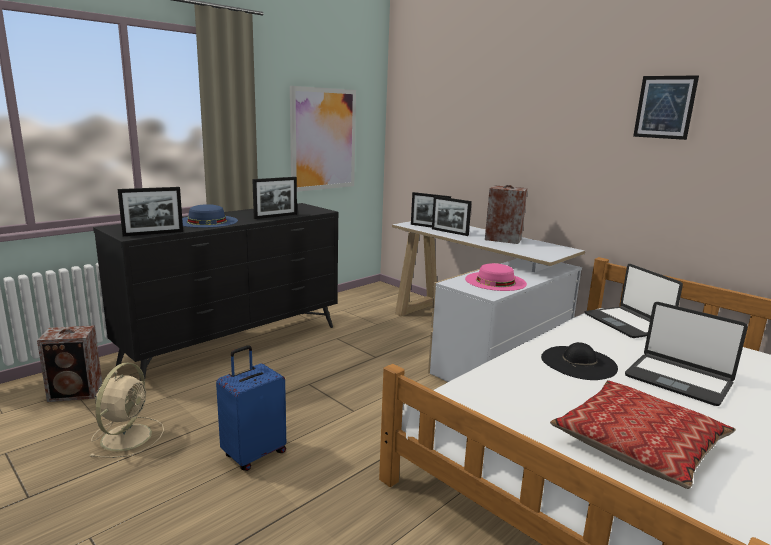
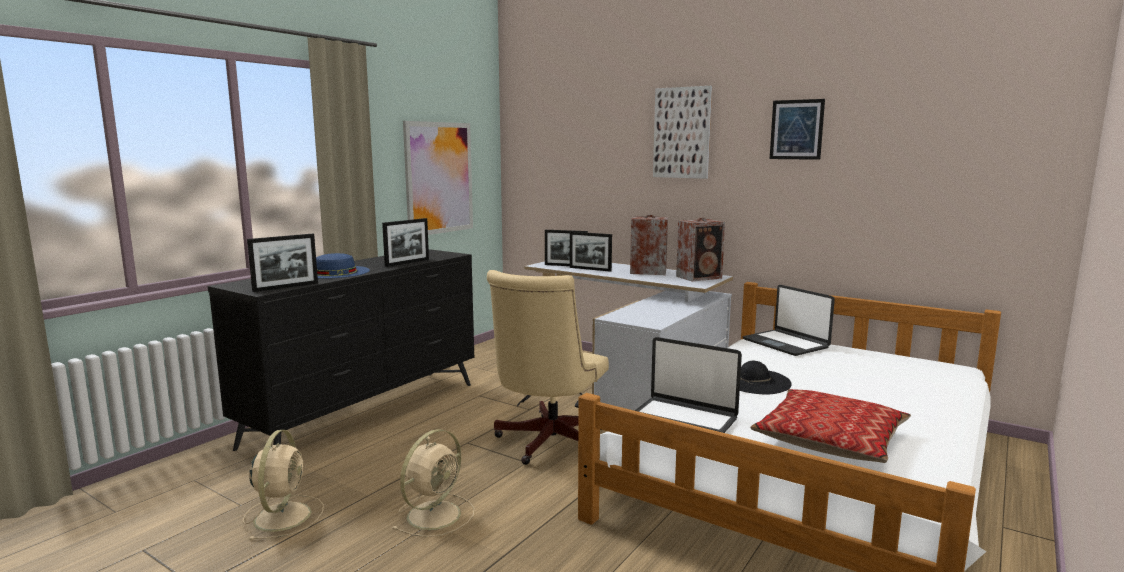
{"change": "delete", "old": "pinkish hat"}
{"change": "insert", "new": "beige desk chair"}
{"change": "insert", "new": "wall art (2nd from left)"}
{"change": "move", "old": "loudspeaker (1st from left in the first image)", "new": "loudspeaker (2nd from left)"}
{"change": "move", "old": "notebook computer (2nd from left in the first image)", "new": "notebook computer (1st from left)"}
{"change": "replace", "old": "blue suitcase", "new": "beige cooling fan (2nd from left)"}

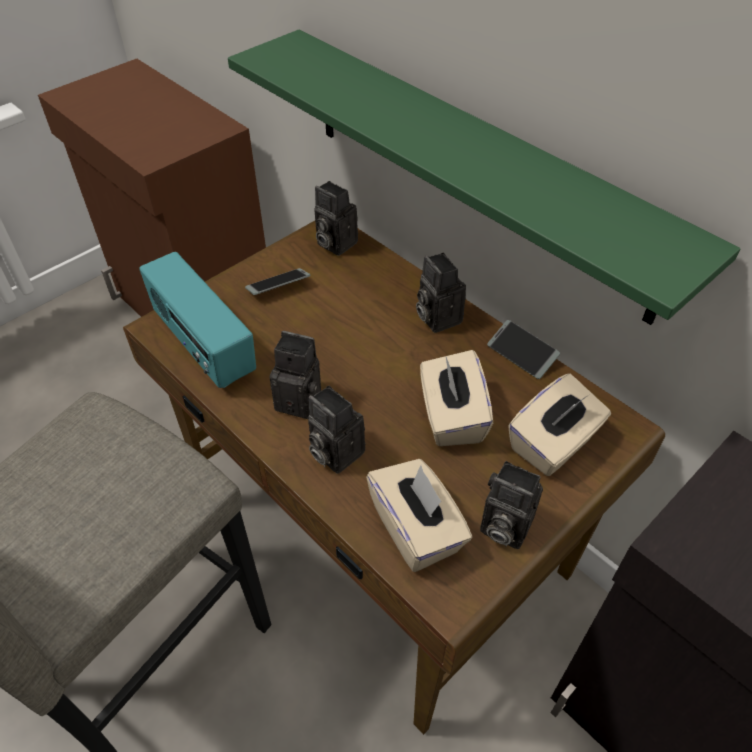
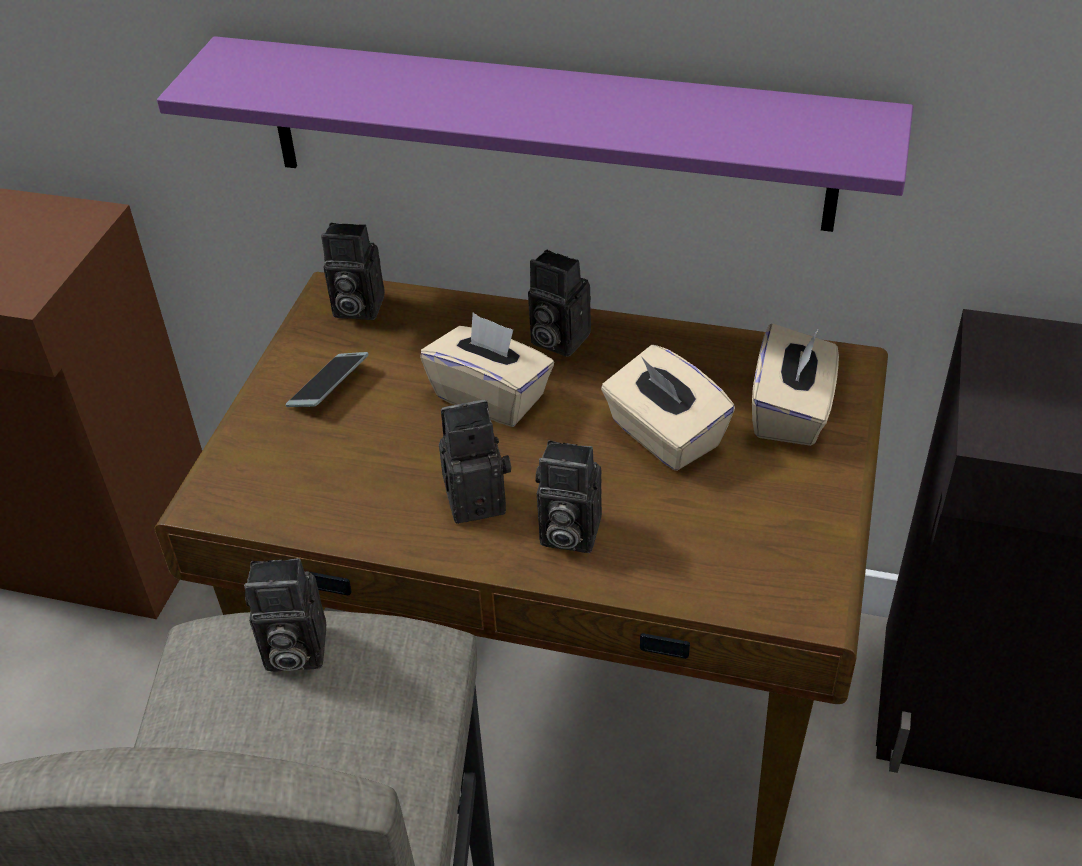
{"change": "delete", "old": "radio set"}
{"change": "delete", "old": "handset (2nd from left)"}
{"change": "move", "old": "beige box of tissues (1st from left)"}
{"change": "move", "old": "photo camera (5th from left in the first image)", "new": "photo camera (1st from left)"}
{"change": "recolor", "old": "green wall shelf", "new": "purple-coloured wall shelf"}

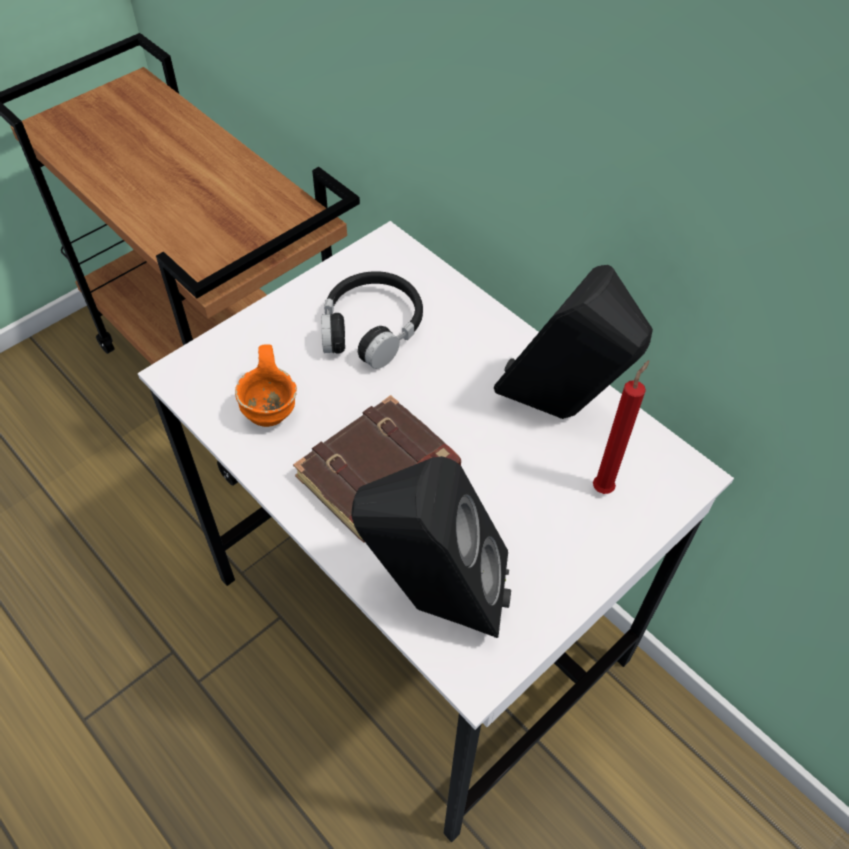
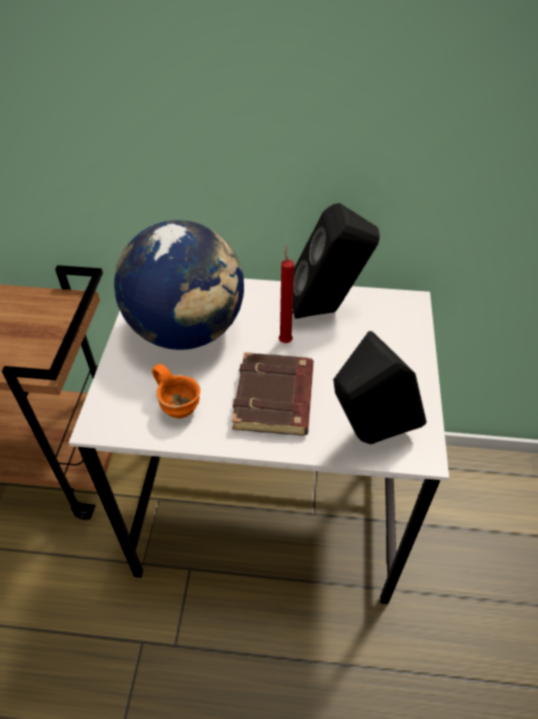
{"change": "move", "old": "reddish candle"}
{"change": "replace", "old": "black-coloured headset", "new": "globe"}

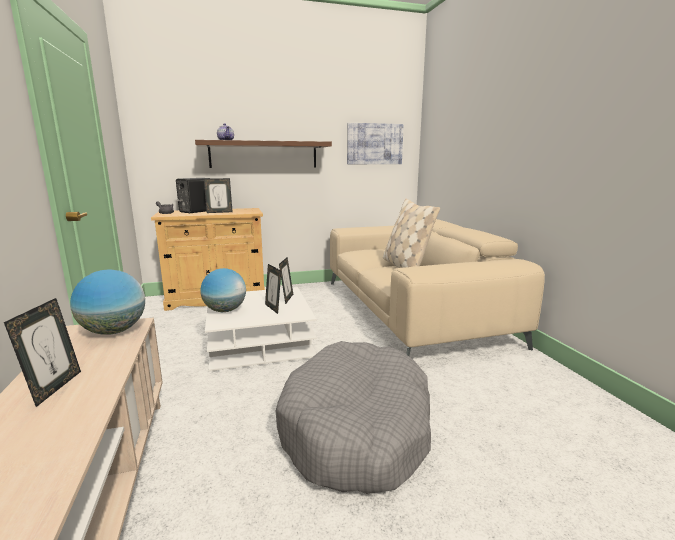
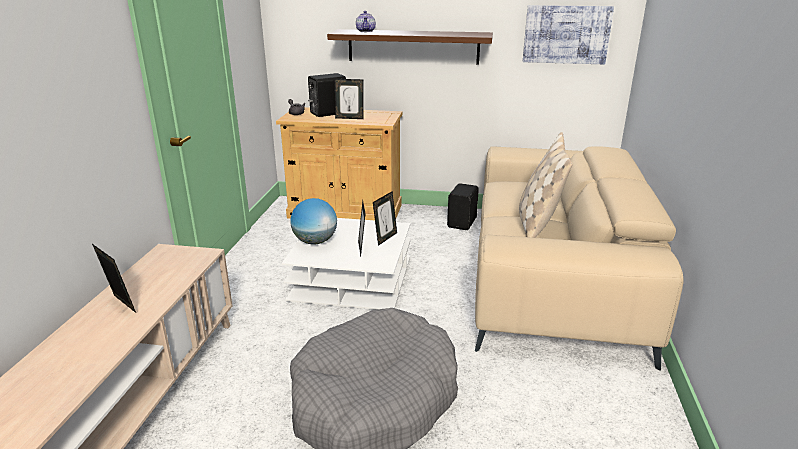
{"change": "delete", "old": "globe (1st from left)"}
{"change": "insert", "new": "black-coloured loudspeaker (2nd from left)"}
{"change": "rotate", "old": "standing frame (1st from left)", "degrees": -75}

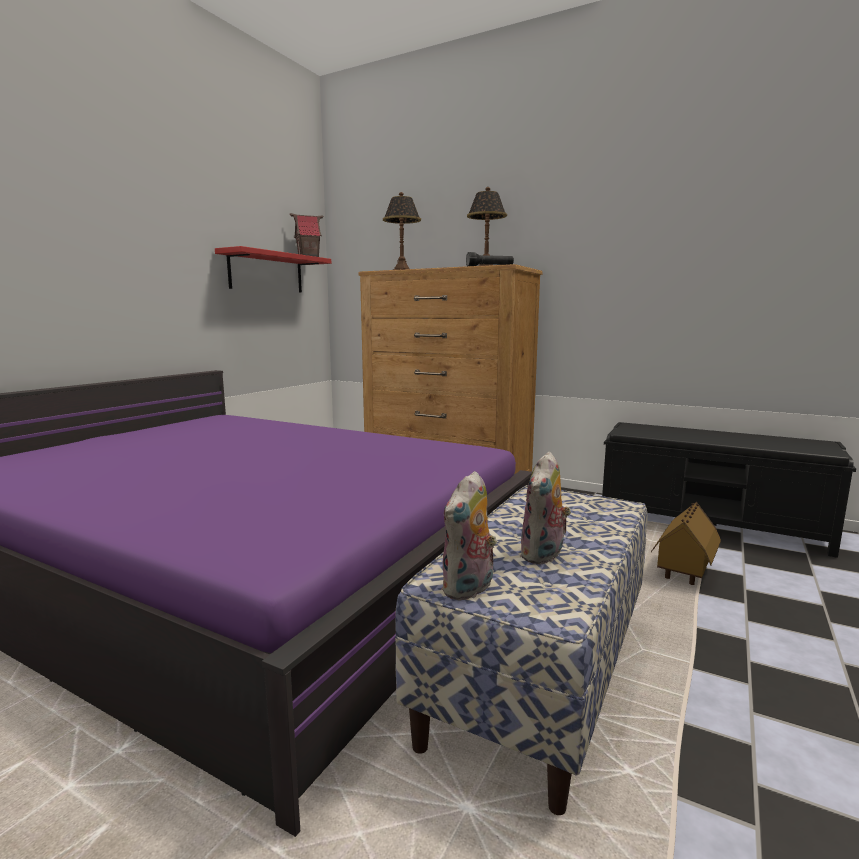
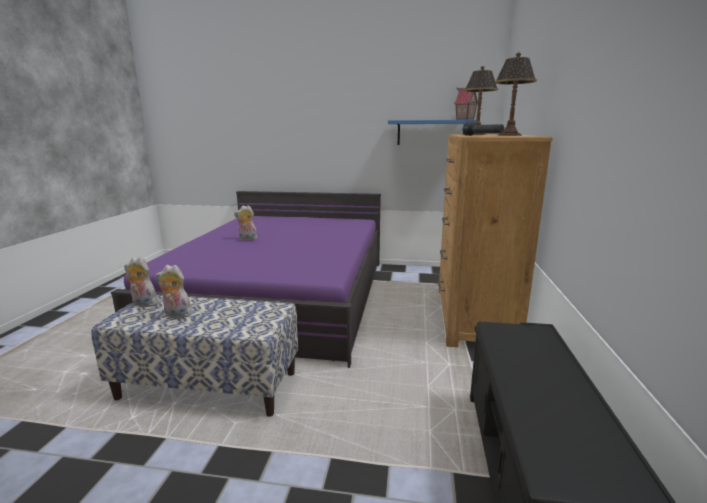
{"change": "delete", "old": "toy house (2nd from left)"}
{"change": "insert", "new": "cuddly toy (3rd from left)"}
{"change": "recolor", "old": "reddish wall shelf", "new": "blue wall shelf"}

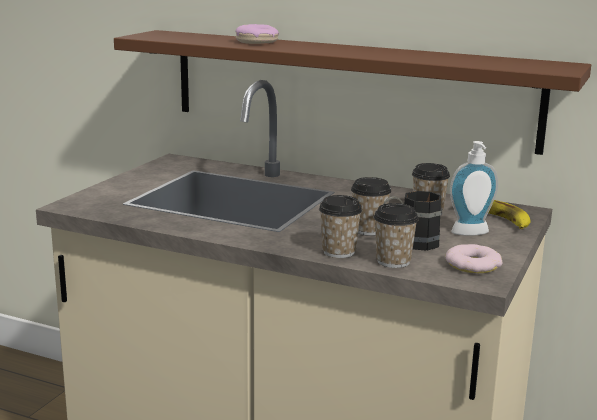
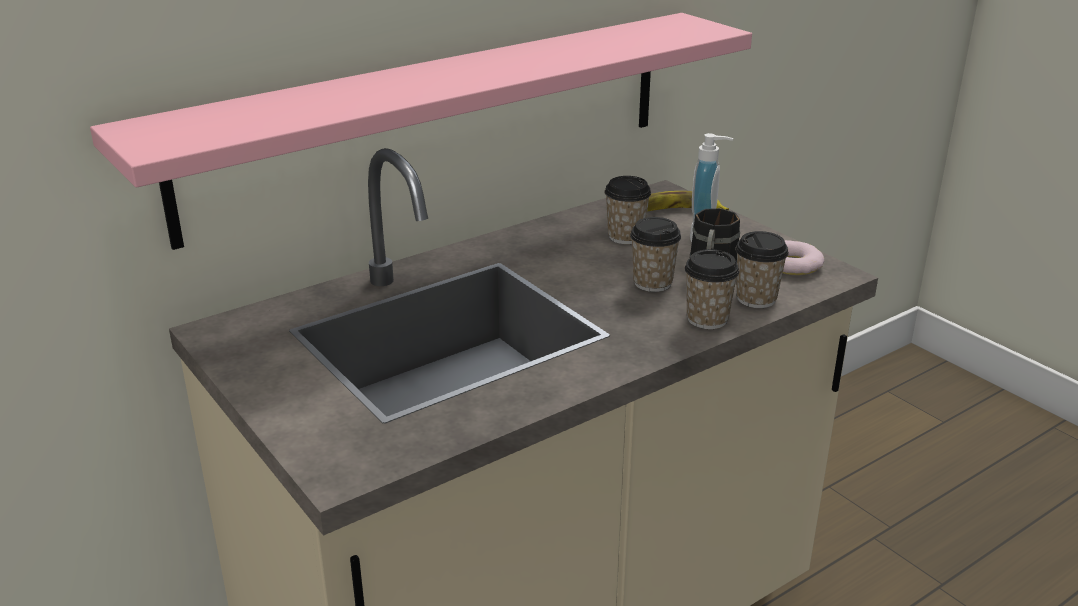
{"change": "delete", "old": "ring doughnut (1st from left)"}
{"change": "recolor", "old": "brown-coloured wall shelf", "new": "pinkish wall shelf"}

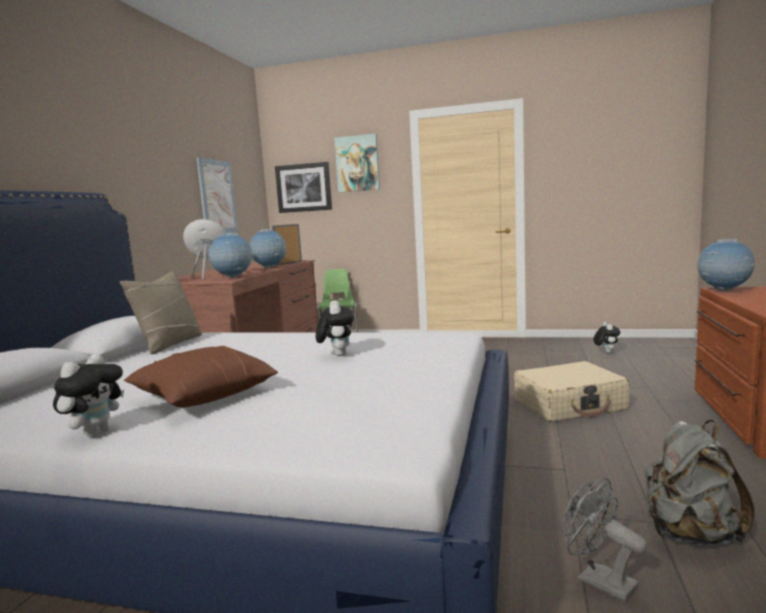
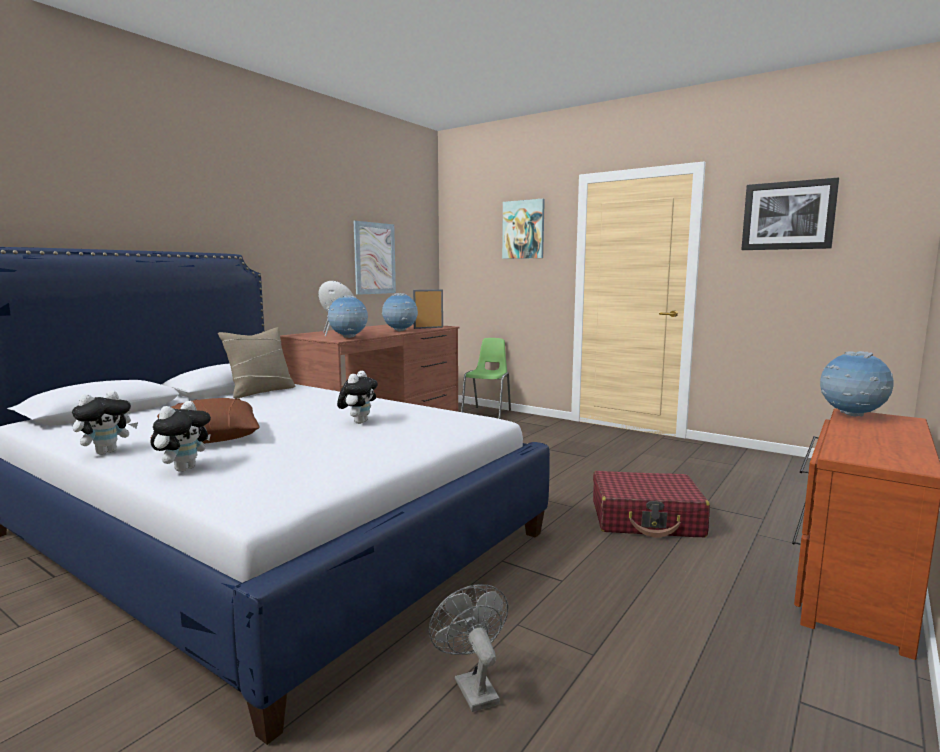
{"change": "delete", "old": "greyish rucksack"}
{"change": "move", "old": "wall art (2nd from left in the first image)", "new": "wall art (3rd from left)"}
{"change": "move", "old": "cuddly toy (3rd from left in the first image)", "new": "cuddly toy (2nd from left)"}
{"change": "recolor", "old": "beige suitcase", "new": "reddish suitcase"}

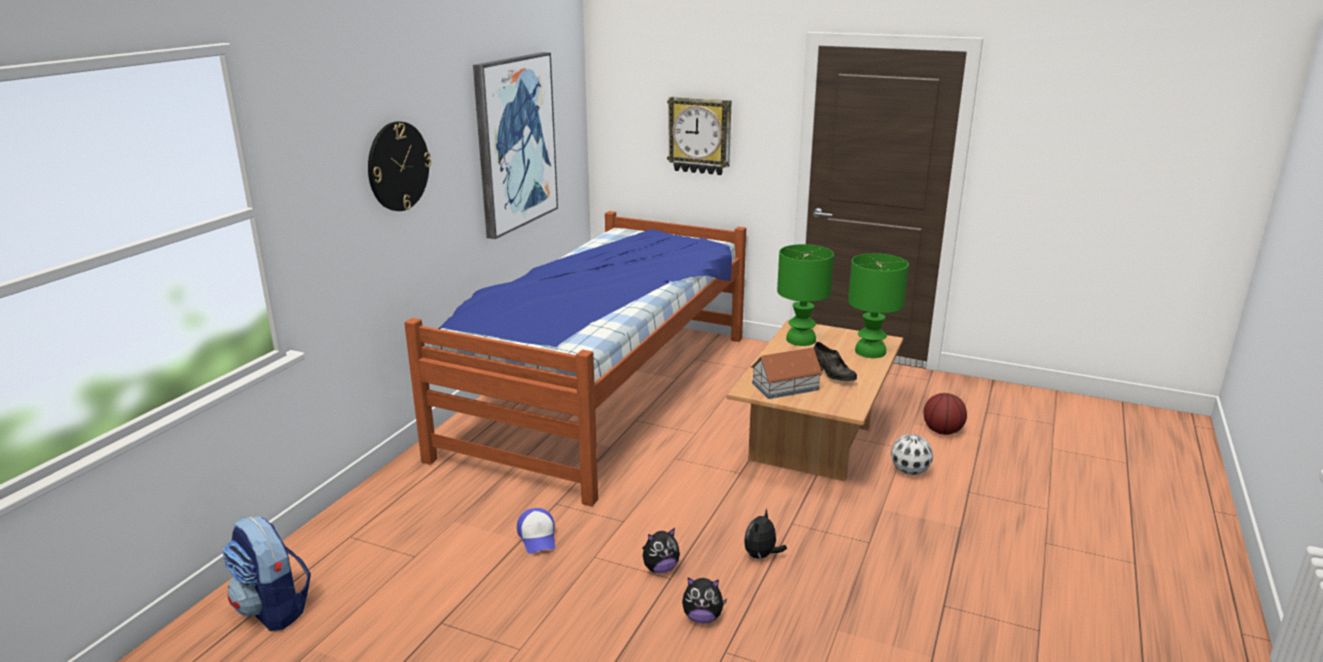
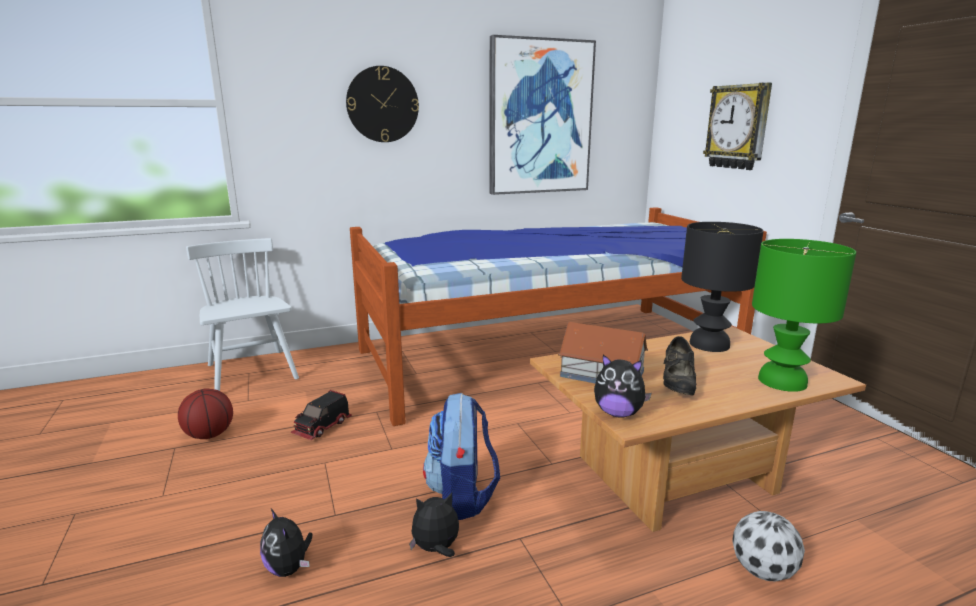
{"change": "insert", "new": "white-coloured chair"}
{"change": "move", "old": "rucksack"}
{"change": "move", "old": "cuddly toy (1st from left in the first image)", "new": "cuddly toy (3rd from left)"}
{"change": "move", "old": "ball for basketball"}
{"change": "replace", "old": "peaked cap", "new": "toy lorry"}
{"change": "recolor", "old": "green tabletop lamp (1st from left)", "new": "black-coloured tabletop lamp"}

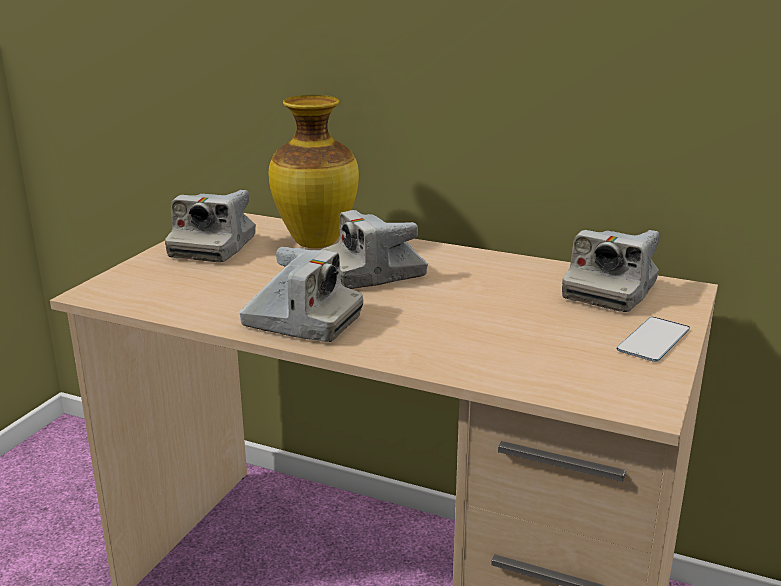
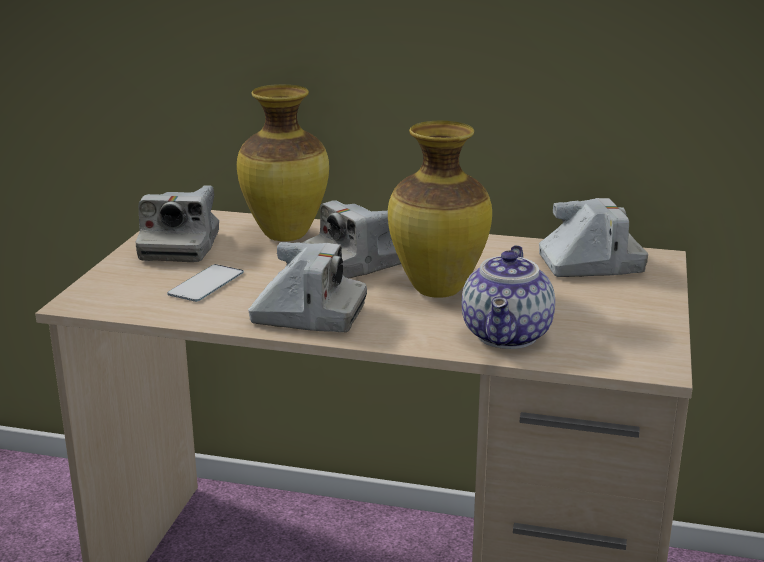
{"change": "insert", "new": "flower vase (2nd from left)"}
{"change": "insert", "new": "tea pot"}
{"change": "move", "old": "handset"}
{"change": "rotate", "old": "photo camera (4th from left)", "degrees": -120}

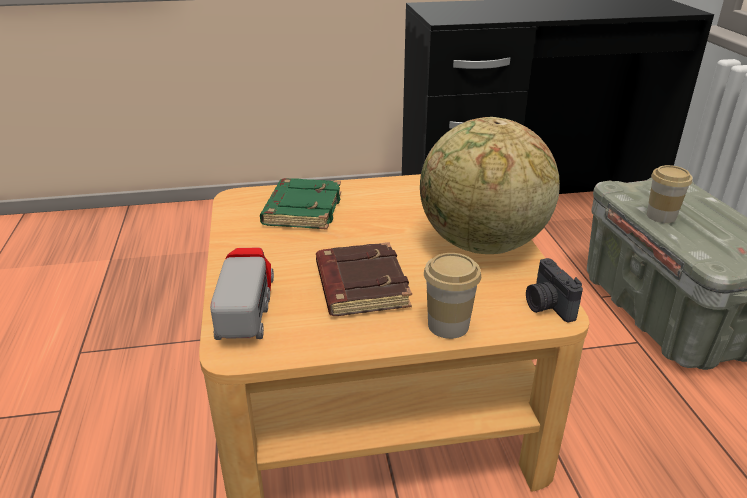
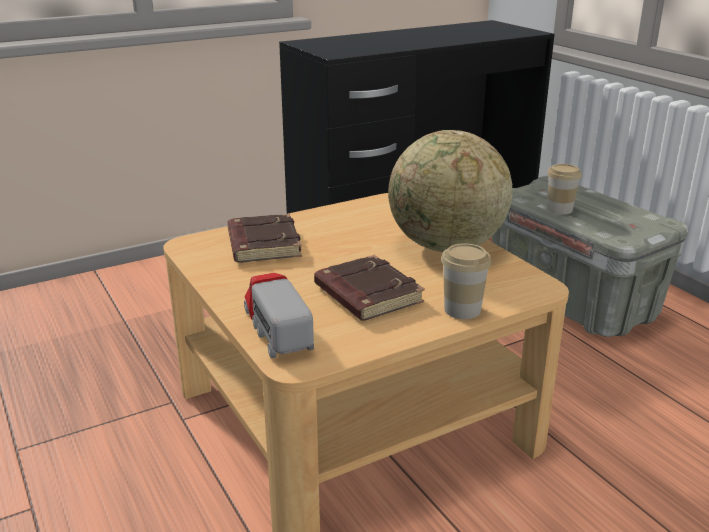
{"change": "delete", "old": "photo camera"}
{"change": "recolor", "old": "green volume", "new": "brown-coloured volume (1st from left)"}

